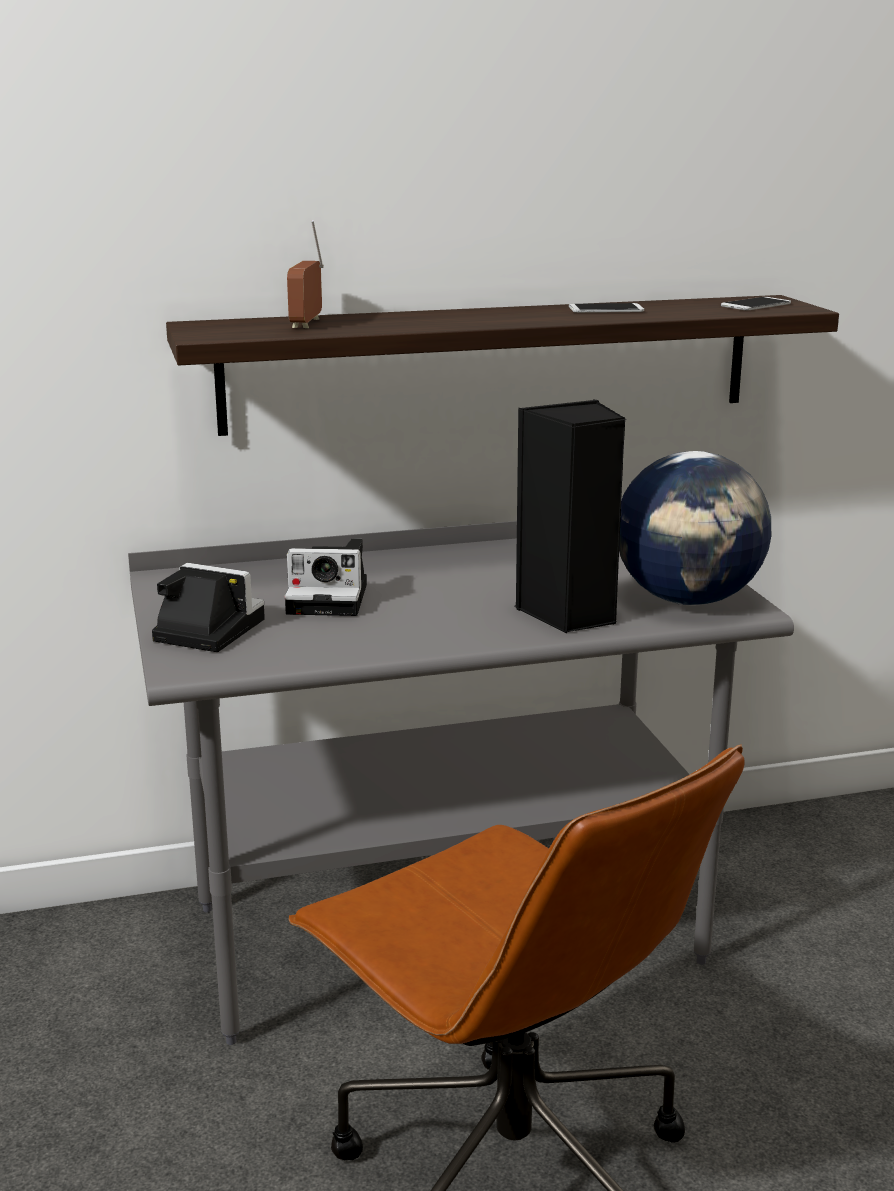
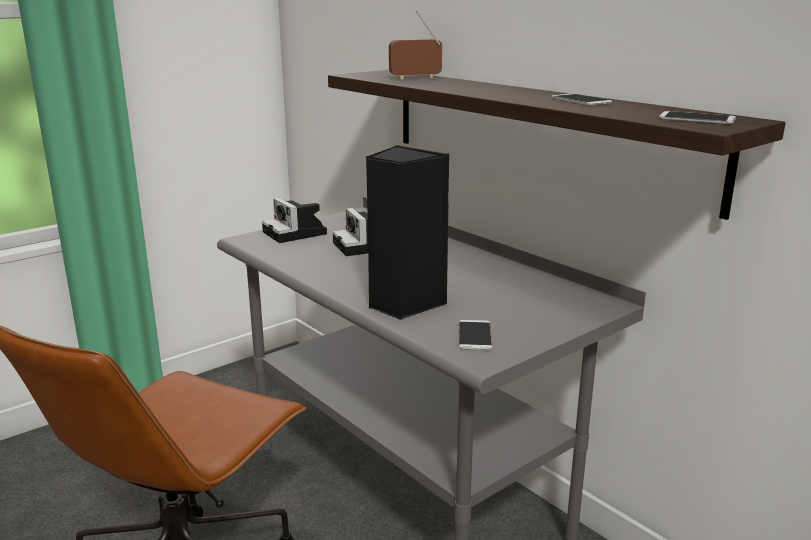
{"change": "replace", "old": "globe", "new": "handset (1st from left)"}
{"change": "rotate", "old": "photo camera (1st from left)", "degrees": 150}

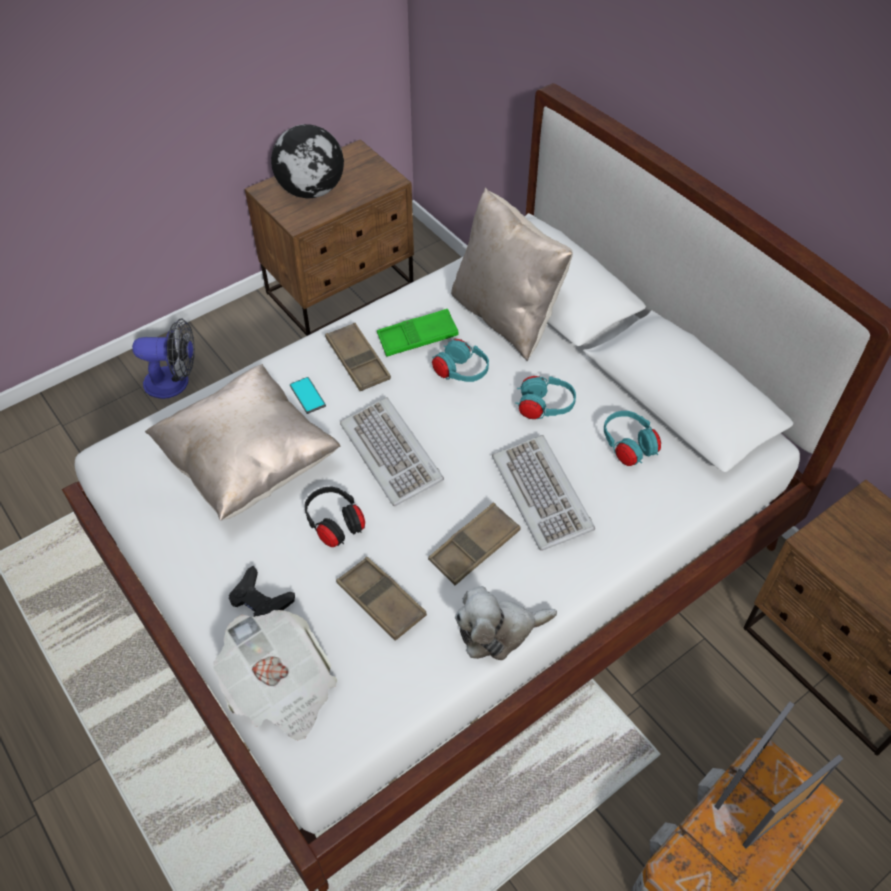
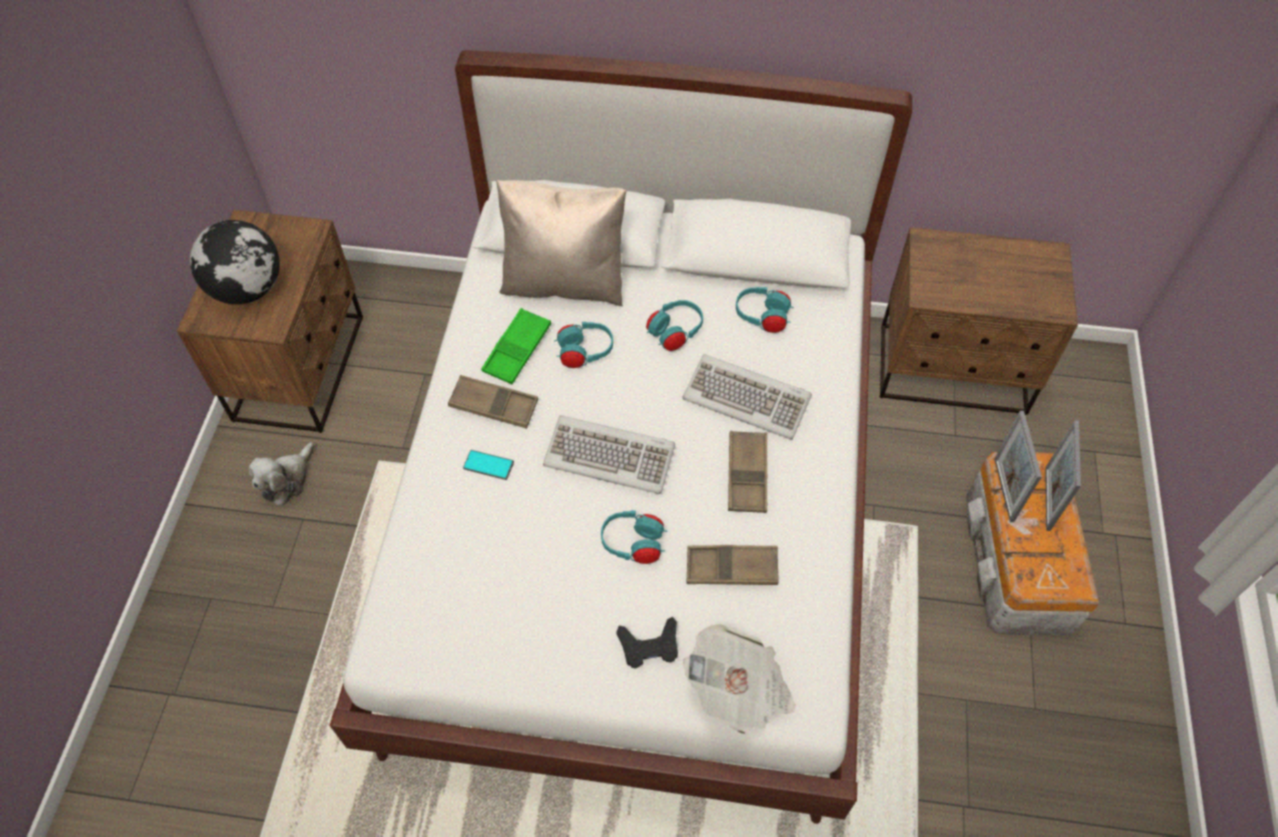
{"change": "delete", "old": "cooling fan"}
{"change": "delete", "old": "beige cushion (1st from left)"}
{"change": "move", "old": "cuddly toy"}
{"change": "recolor", "old": "black-coloured headset", "new": "blue-green headset (2nd from left)"}

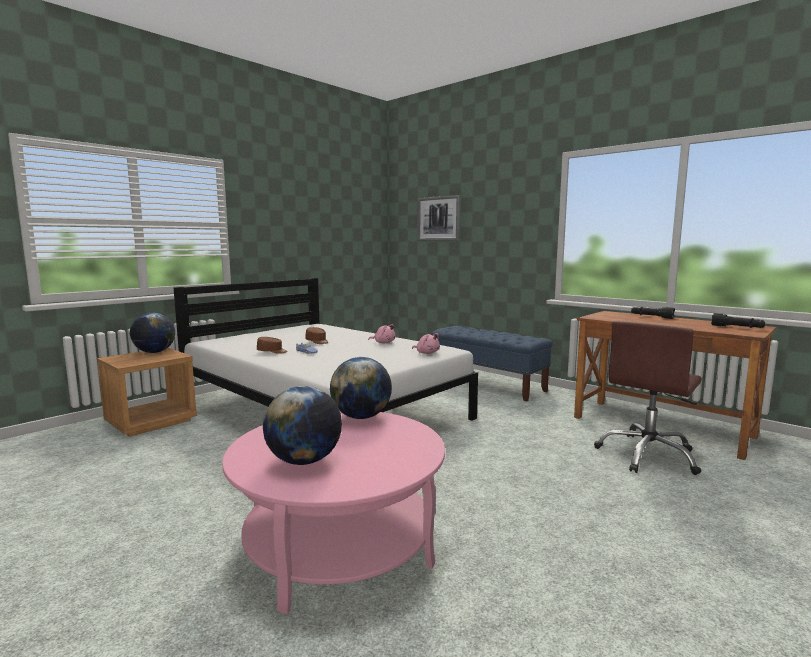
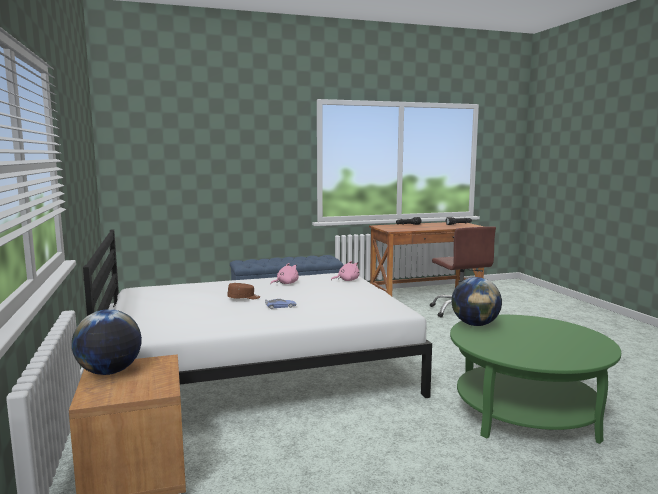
{"change": "delete", "old": "brown-coloured peaked cap (1st from left)"}
{"change": "delete", "old": "globe (2nd from left)"}
{"change": "delete", "old": "wall art"}
{"change": "recolor", "old": "pinkish low table", "new": "green low table"}

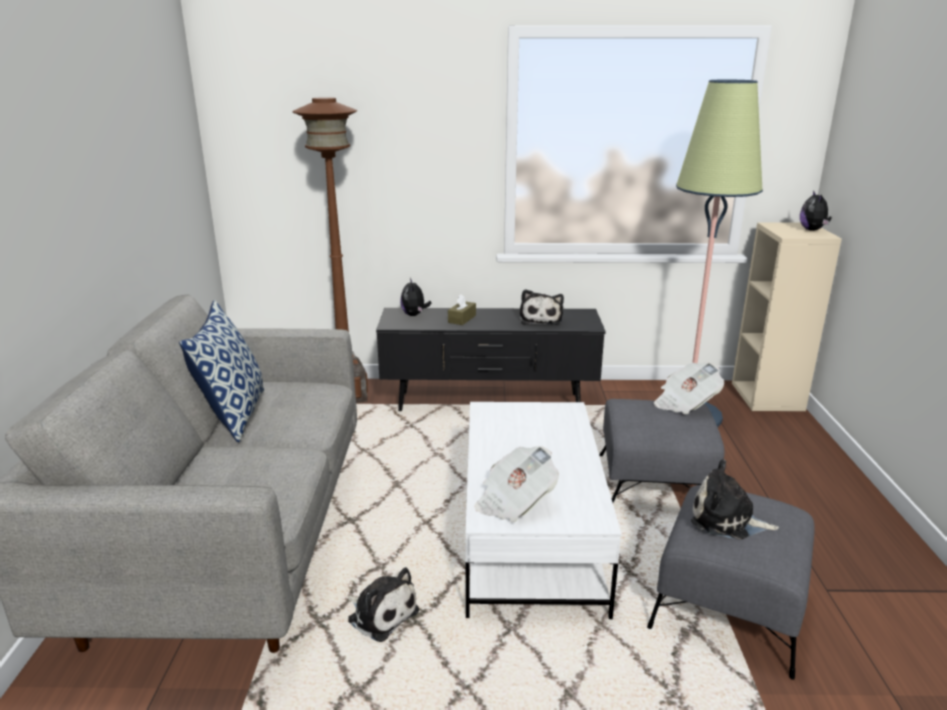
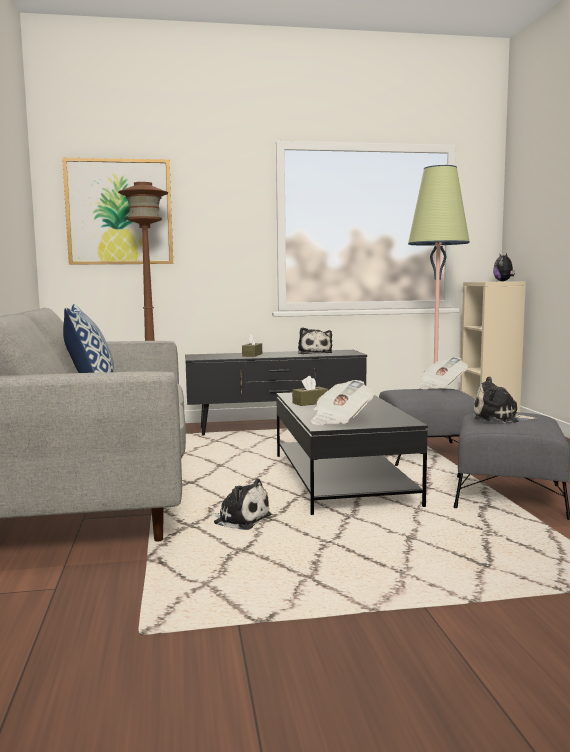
{"change": "delete", "old": "cuddly toy (2nd from left)"}
{"change": "insert", "new": "wall art"}
{"change": "insert", "new": "brown-coloured box of tissues (2nd from left)"}
{"change": "recolor", "old": "white-coloured low table", "new": "black-coloured low table"}

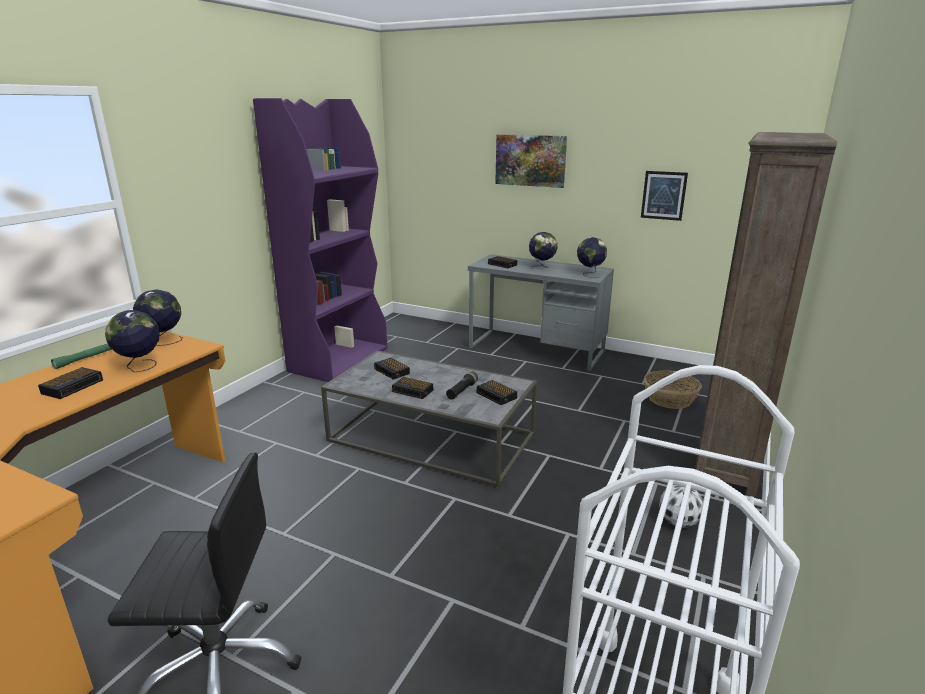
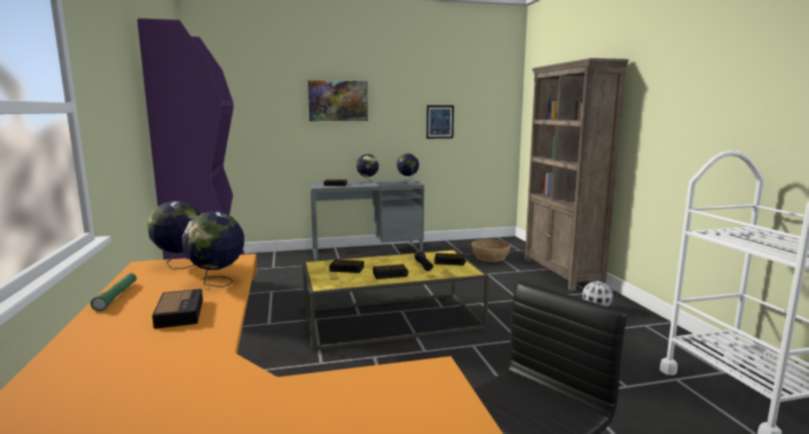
{"change": "recolor", "old": "greyish low table", "new": "yellow-coloured low table"}

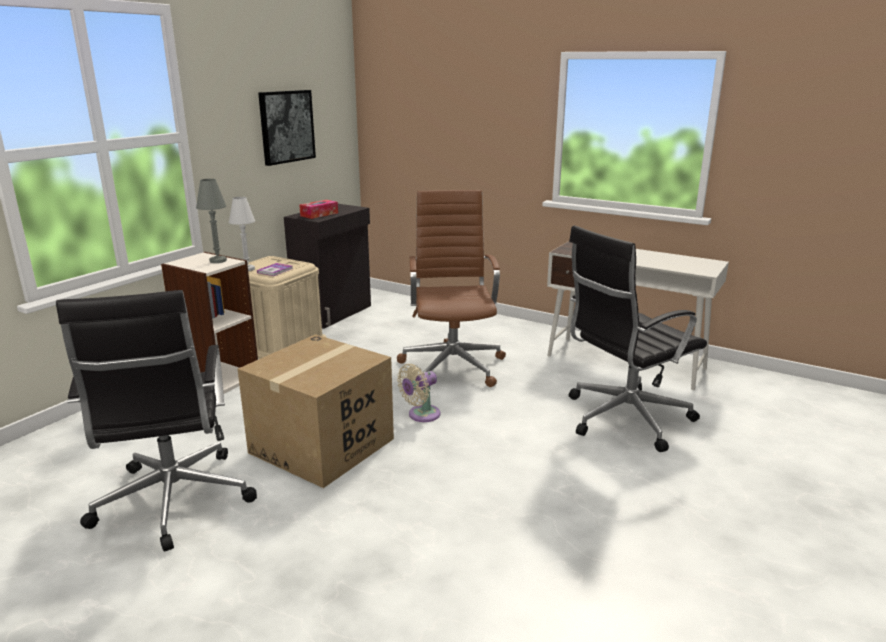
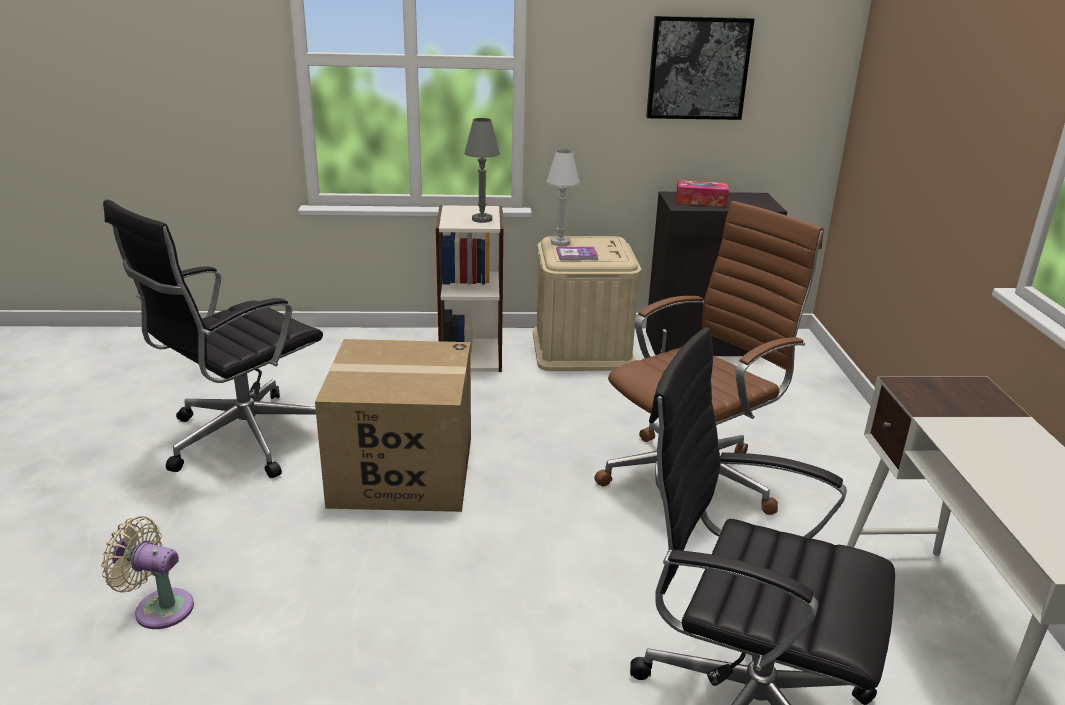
{"change": "move", "old": "beige cooling fan"}

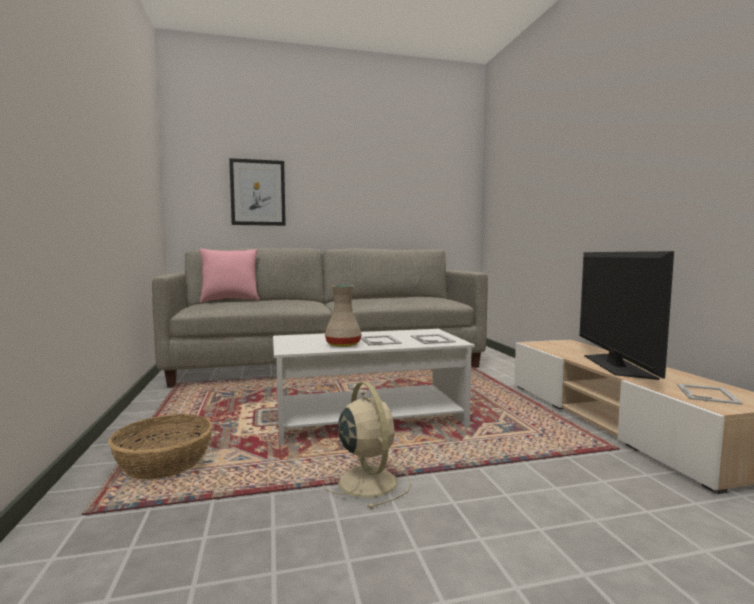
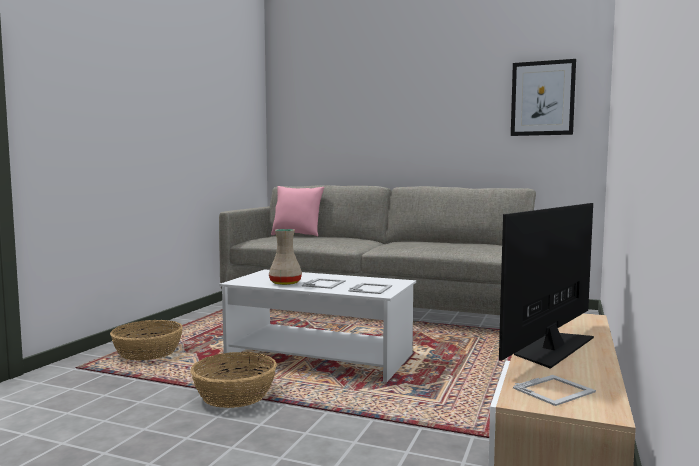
{"change": "move", "old": "wall art"}
{"change": "replace", "old": "beige cooling fan", "new": "household basket (2nd from left)"}

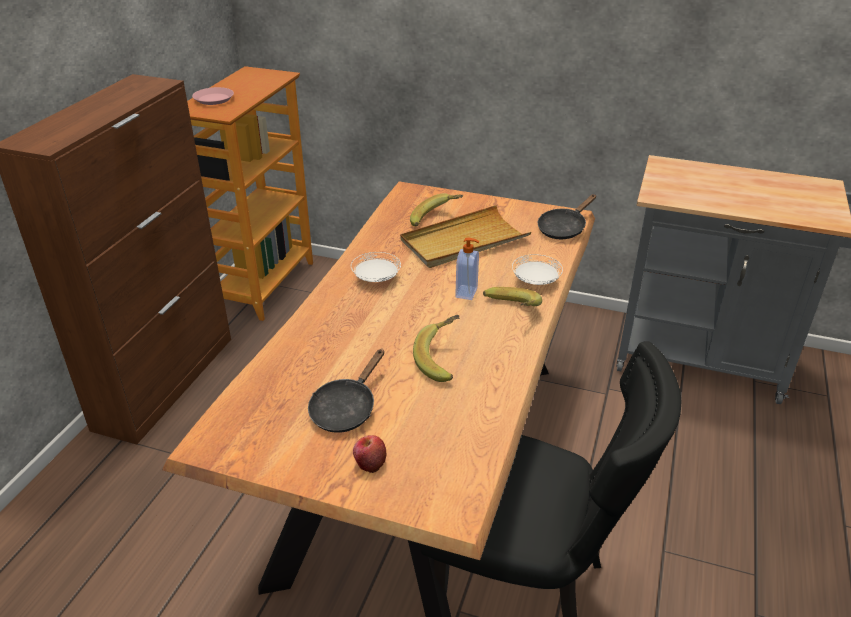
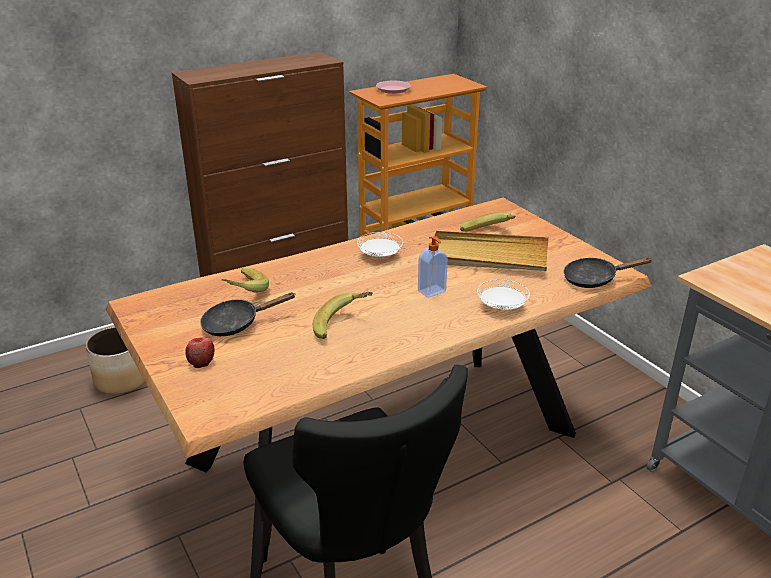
{"change": "insert", "new": "plant pot"}
{"change": "move", "old": "whole banana (3rd from left in the first image)", "new": "whole banana (1st from left)"}

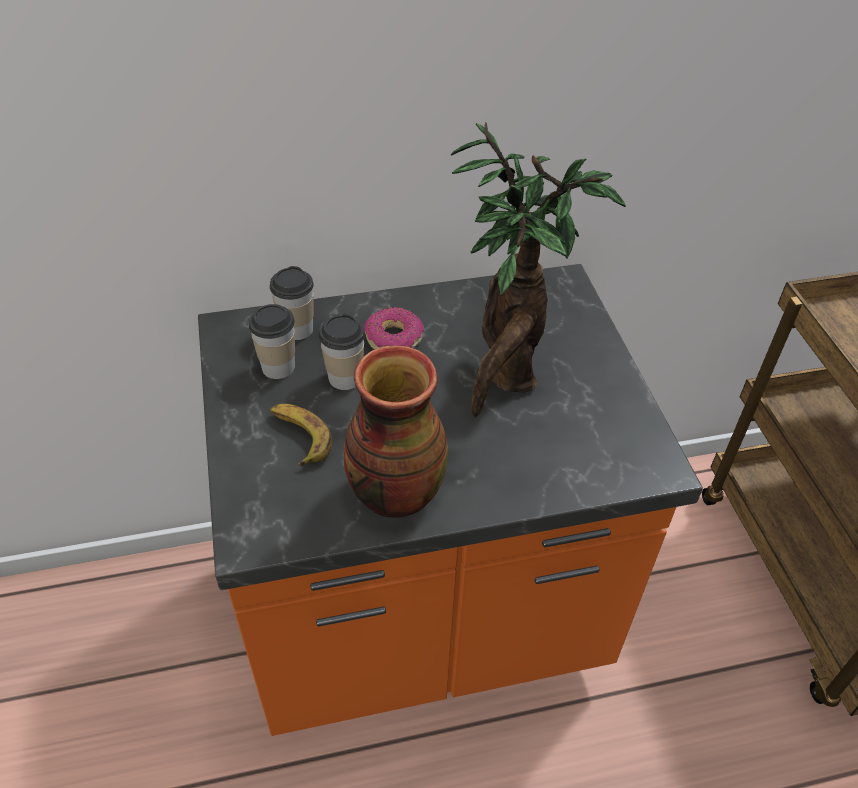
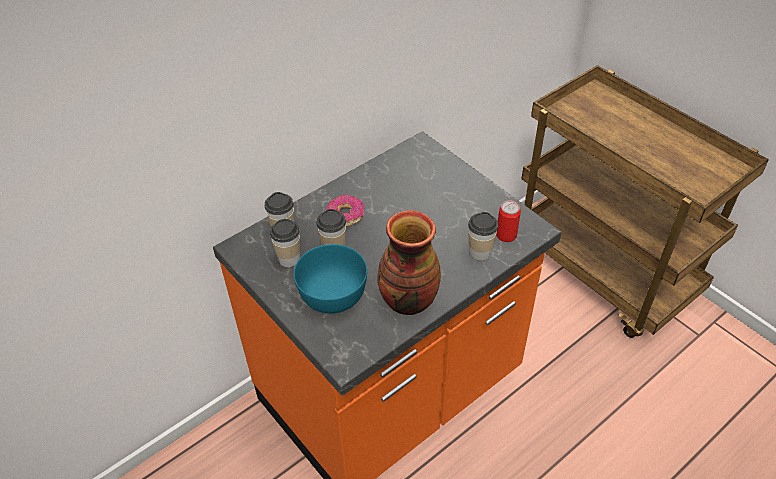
{"change": "delete", "old": "potted plant"}
{"change": "insert", "new": "drinking cup (4th from left)"}
{"change": "insert", "new": "sealed can"}
{"change": "replace", "old": "whole banana", "new": "blue-green bowl"}

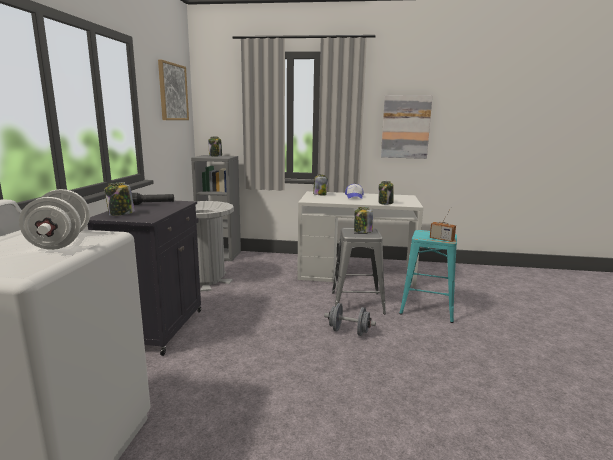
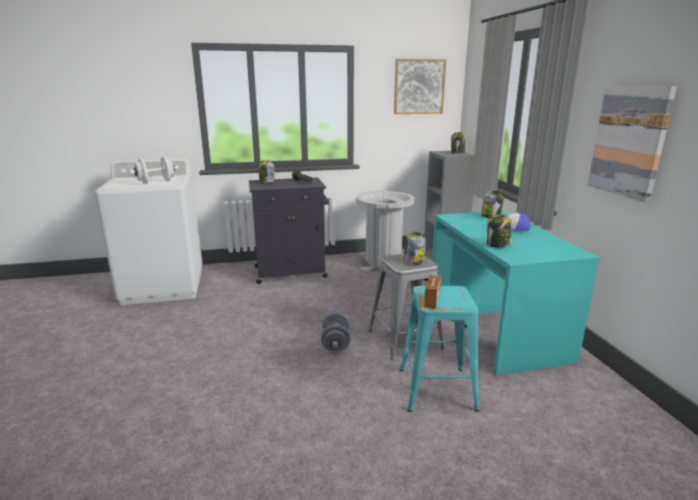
{"change": "recolor", "old": "white-coloured desk", "new": "blue-green desk"}

